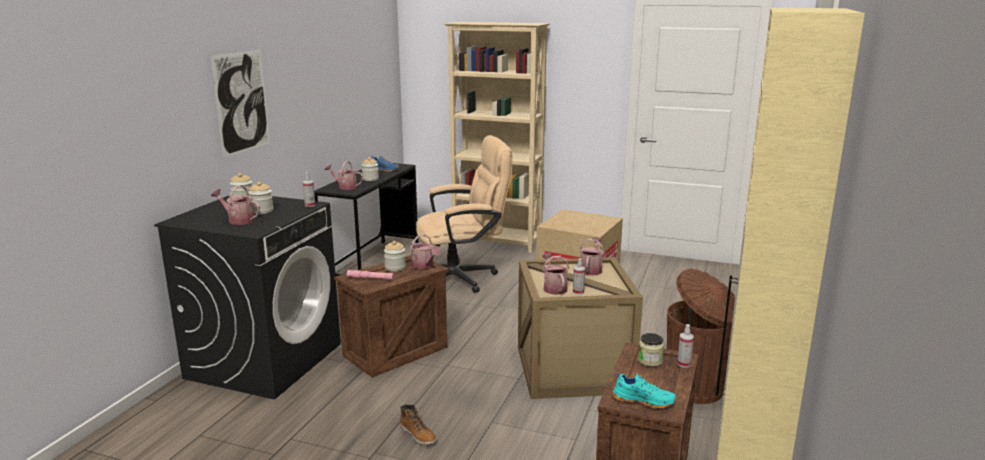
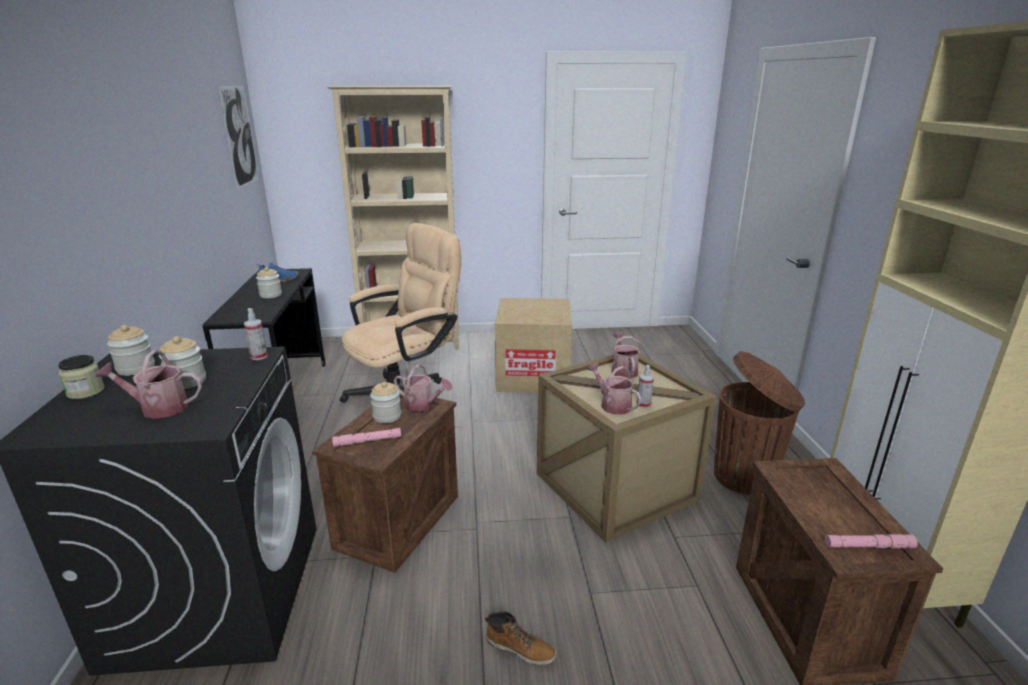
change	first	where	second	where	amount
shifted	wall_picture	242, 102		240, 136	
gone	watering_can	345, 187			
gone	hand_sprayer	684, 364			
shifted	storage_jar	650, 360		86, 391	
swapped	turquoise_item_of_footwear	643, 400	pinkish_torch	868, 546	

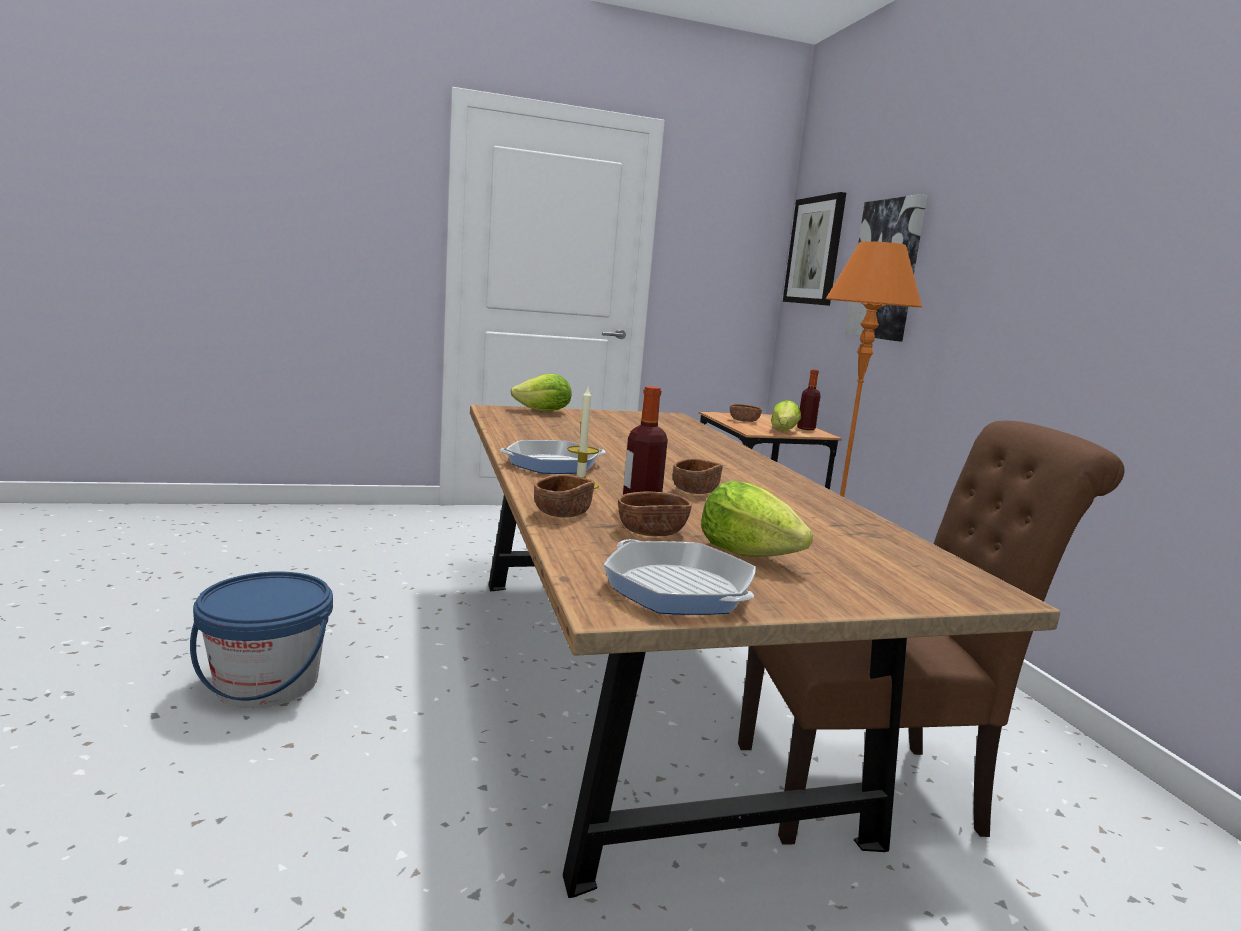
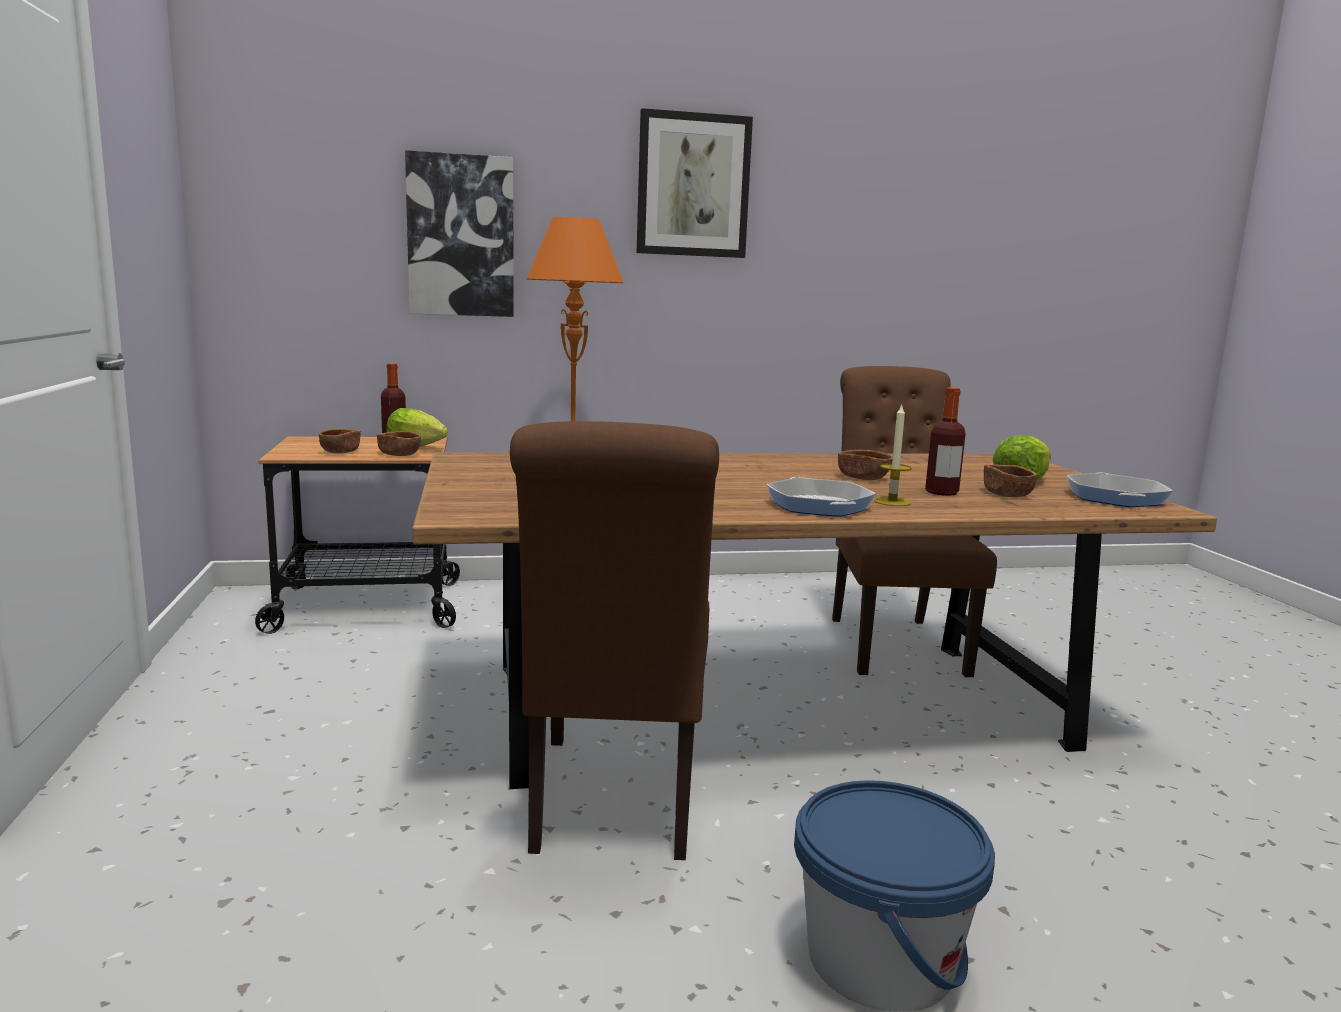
change	first	where	second	where	amount
shifted	wall_picture	815, 251		693, 185	
gone	lettuce_head	543, 411			
shifted	brown-coloured_bowl	562, 512		399, 454	
rotated	frying_pan	678, 589		1115, 498	135 degrees clockwise
new			brown-coloured_chair	613, 803	

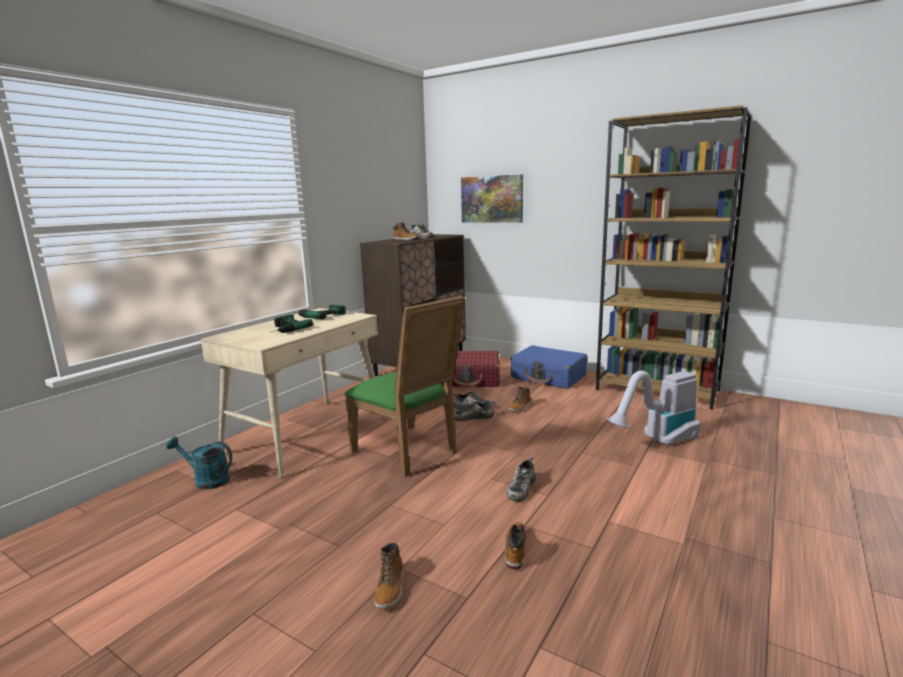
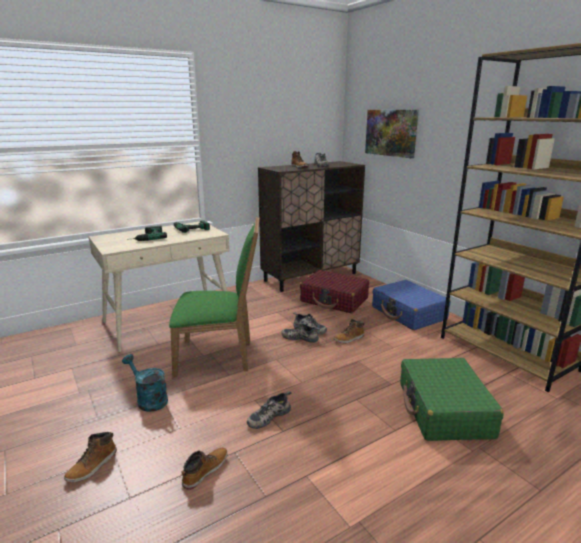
change	first	where	second	where	amount
rotated	green-coloured_chair	409, 452		219, 356	75 degrees counterclockwise
swapped	hoover	657, 441	green-coloured_piece_of_luggage	444, 410	
shifted	turquoise_watering_can	206, 480		149, 399	

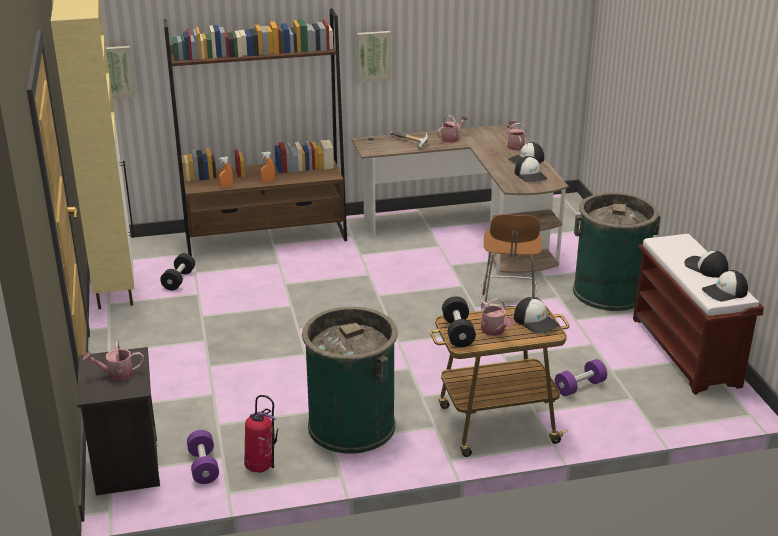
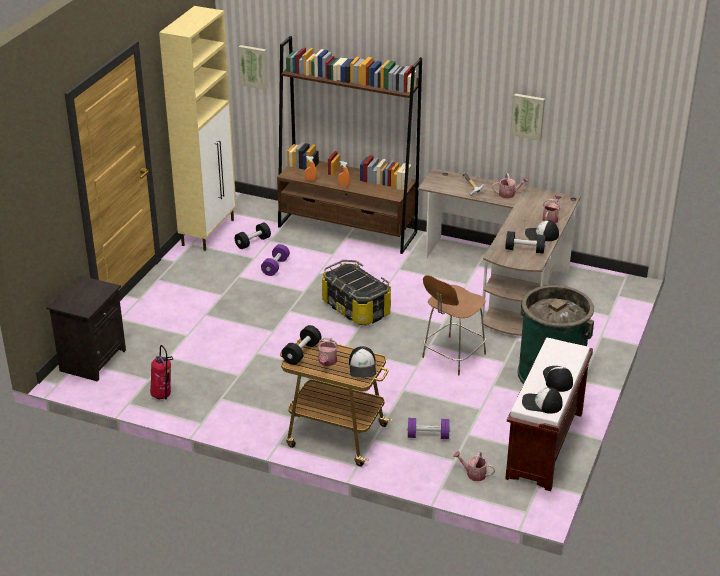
change	first	where	second	where	amount
shifted	wall_picture	373, 56		528, 116	
swapped	peaked_cap	530, 175	black-coloured_dumbbell	524, 250	
gone	green-coloured_rubbish_bin	351, 425			
shifted	watering_can	116, 374		473, 474	
shifted	purple-coloured_dumbbell	203, 466		275, 267	
new			storage_bin	356, 308	

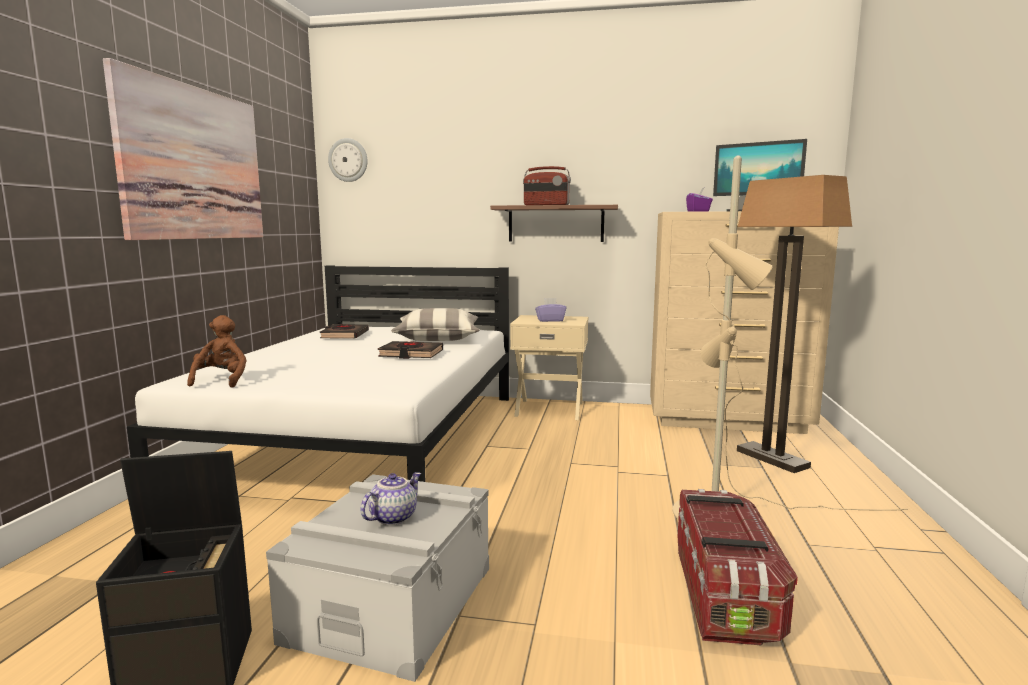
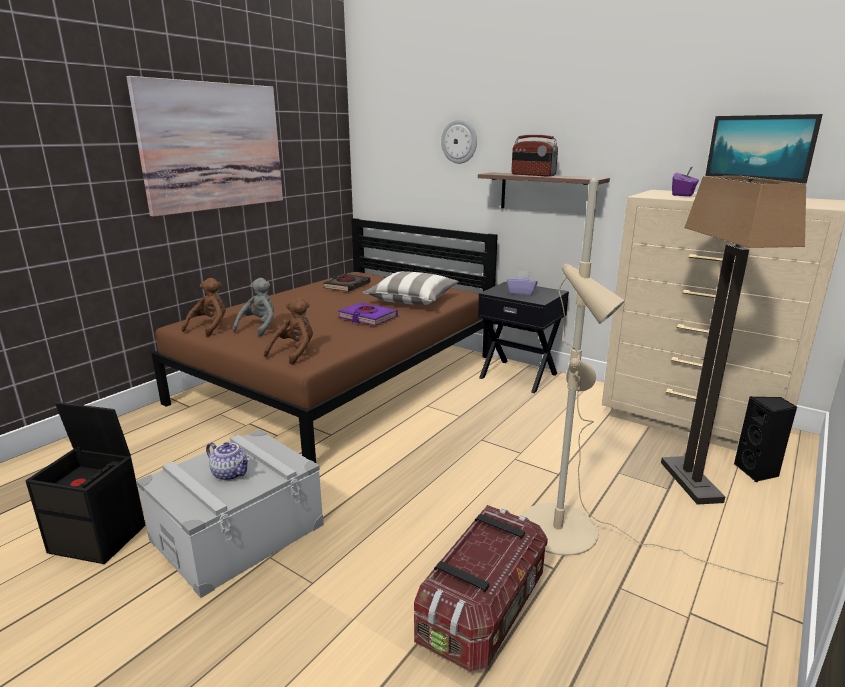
change	first	where	second	where	amount
shifted	clock_on_the_wall	348, 160		459, 141	
repainted	white_sleeping_bed	366, 438	brown-coloured_sleeping_bed	341, 379	
repainted	sand-coloured_night_table	549, 409	black-coloured_night_table	519, 375	
repainted	black-coloured_bound_book	411, 354	purple-coloured_bound_book	367, 318	
rotated	pot_for_tea	392, 517		231, 473	60 degrees clockwise
new			greyish_soft_toy	259, 327	
new			brown-coloured_soft_toy	294, 353	
new			black-coloured_loudspeaker	757, 472	

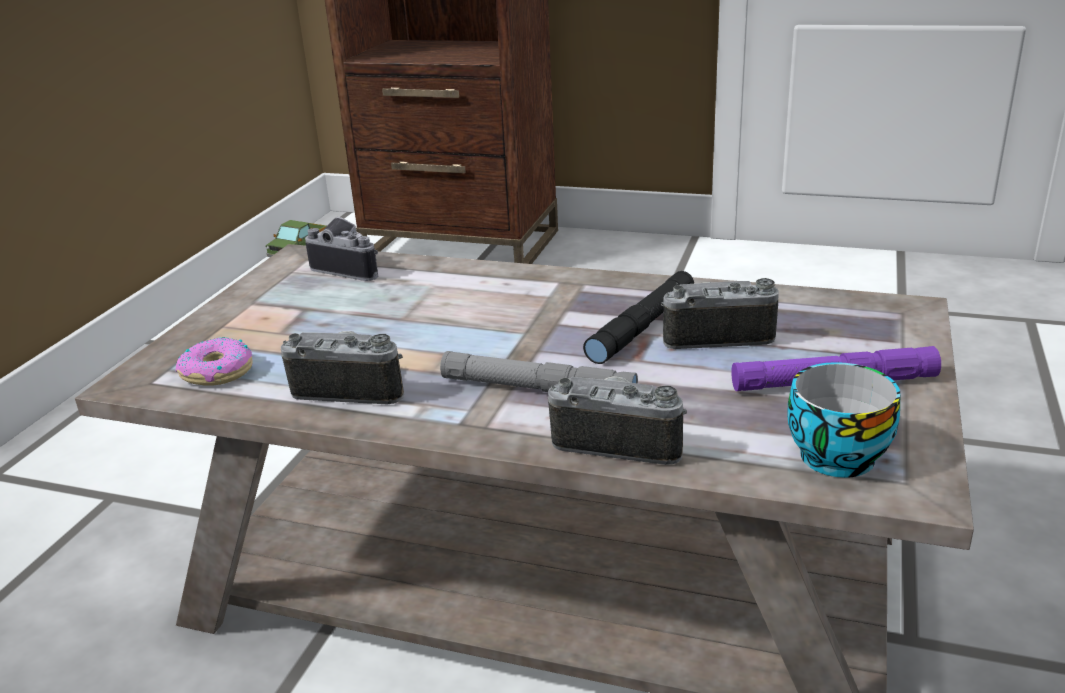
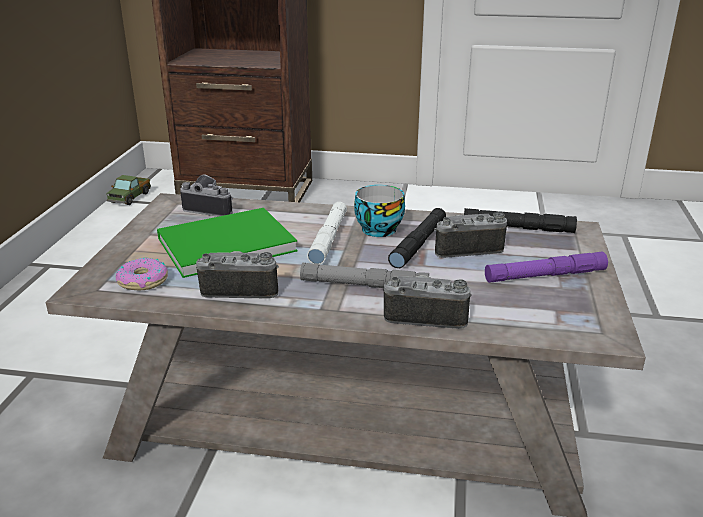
change	first	where	second	where	amount
shifted	small_cup	833, 453		377, 228	
new			white_torch	328, 238	
new			green-coloured_bound_book	222, 244	
new			black-coloured_torch	518, 227	

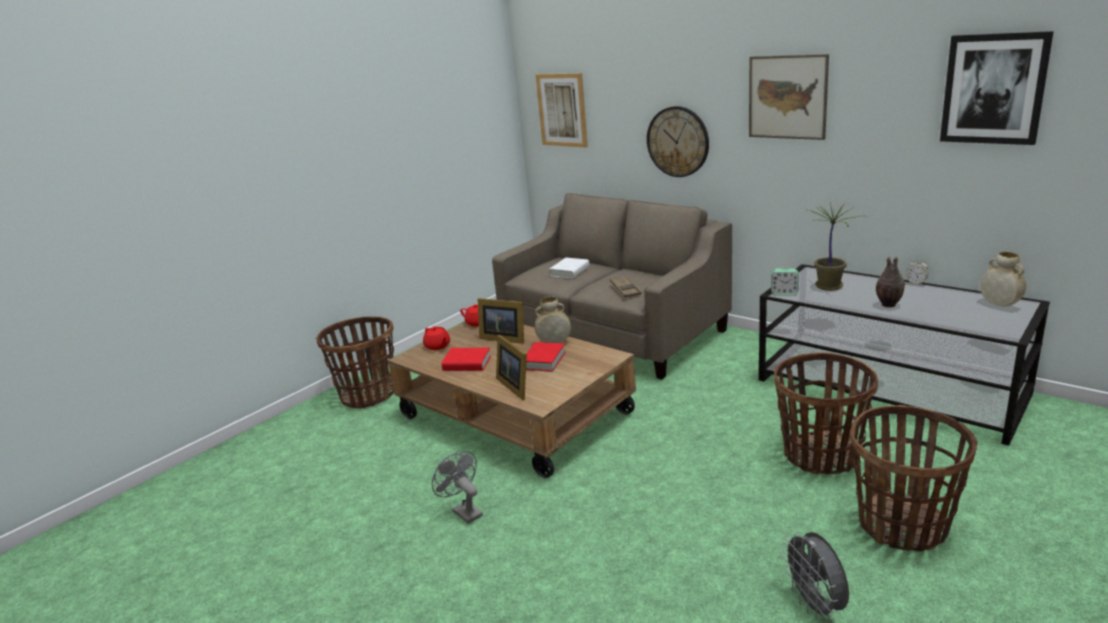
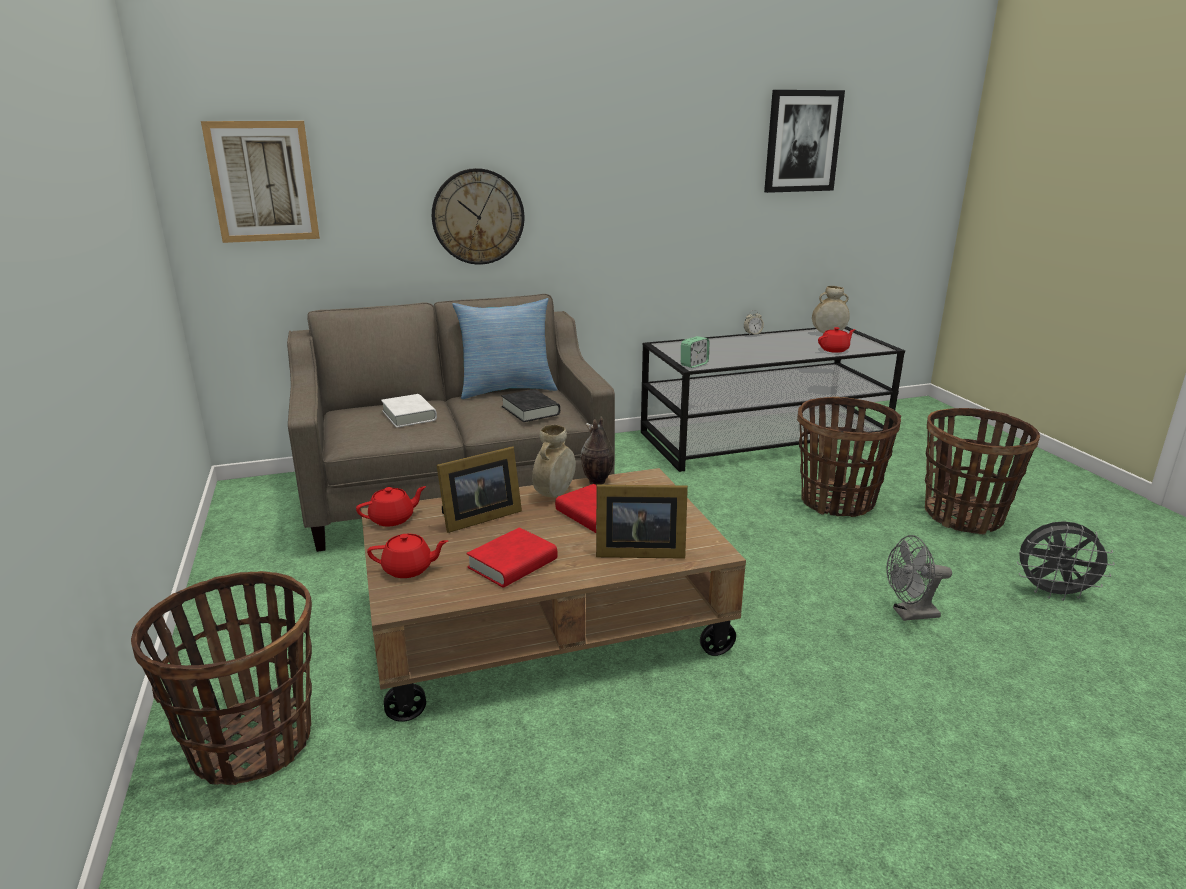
change	first	where	second	where	amount
gone	wall_picture	787, 97			
gone	plant_in_a_pot	830, 286			
shifted	flower_vase	887, 305		597, 481	
swapped	brown-coloured_carrying_tray	625, 289	black-coloured_bound_book	530, 410	
shifted	greyish_cooling_fan	463, 511		909, 614	
new			pillow	507, 389	
new			reddish_pot_for_tea	834, 350	

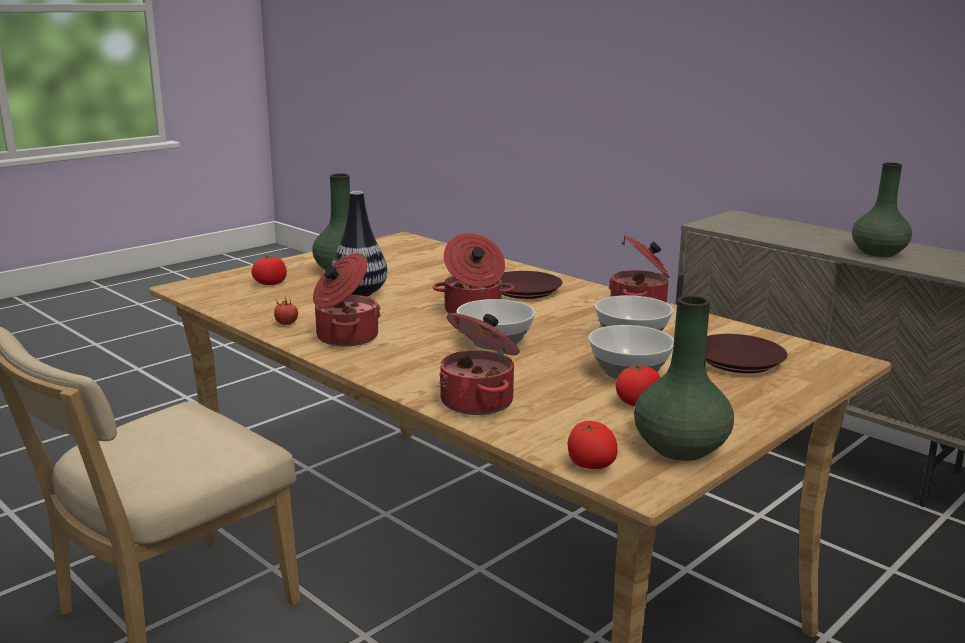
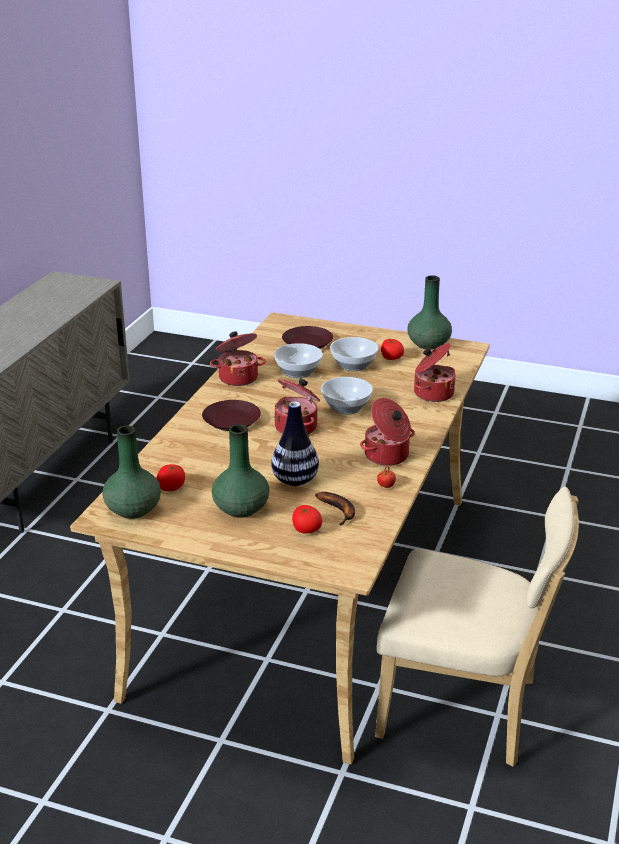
change	first	where	second	where	amount
shifted	green-coloured_flower_vase	879, 253		134, 509	
shifted	fresh_tomato	590, 465		171, 487	
new			whole_banana	340, 511	

